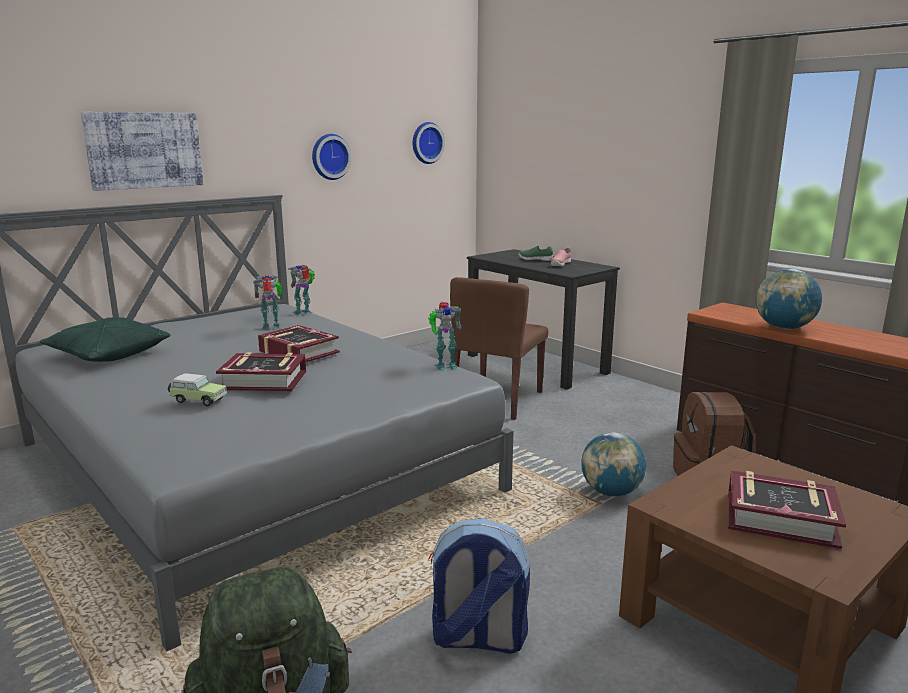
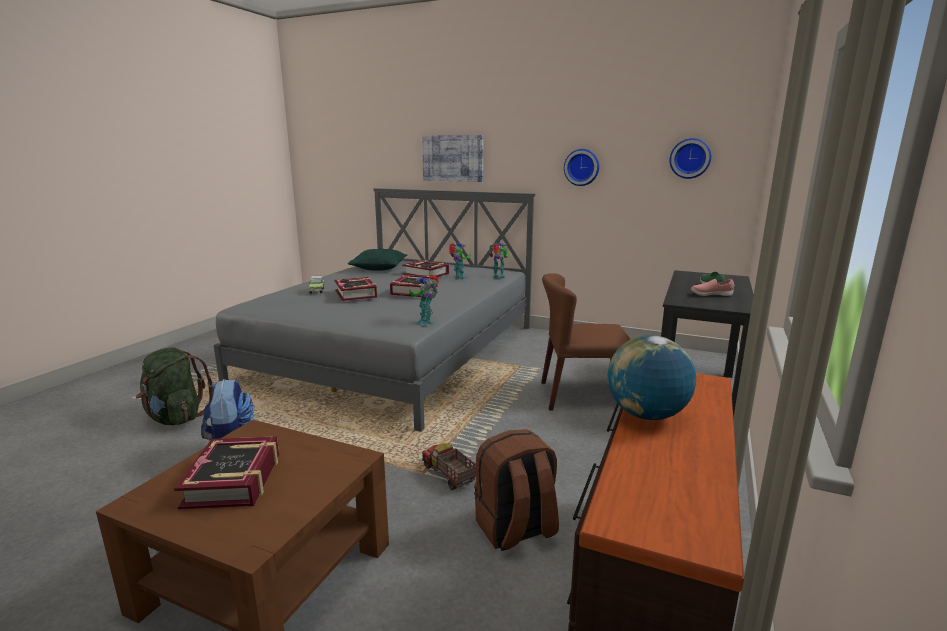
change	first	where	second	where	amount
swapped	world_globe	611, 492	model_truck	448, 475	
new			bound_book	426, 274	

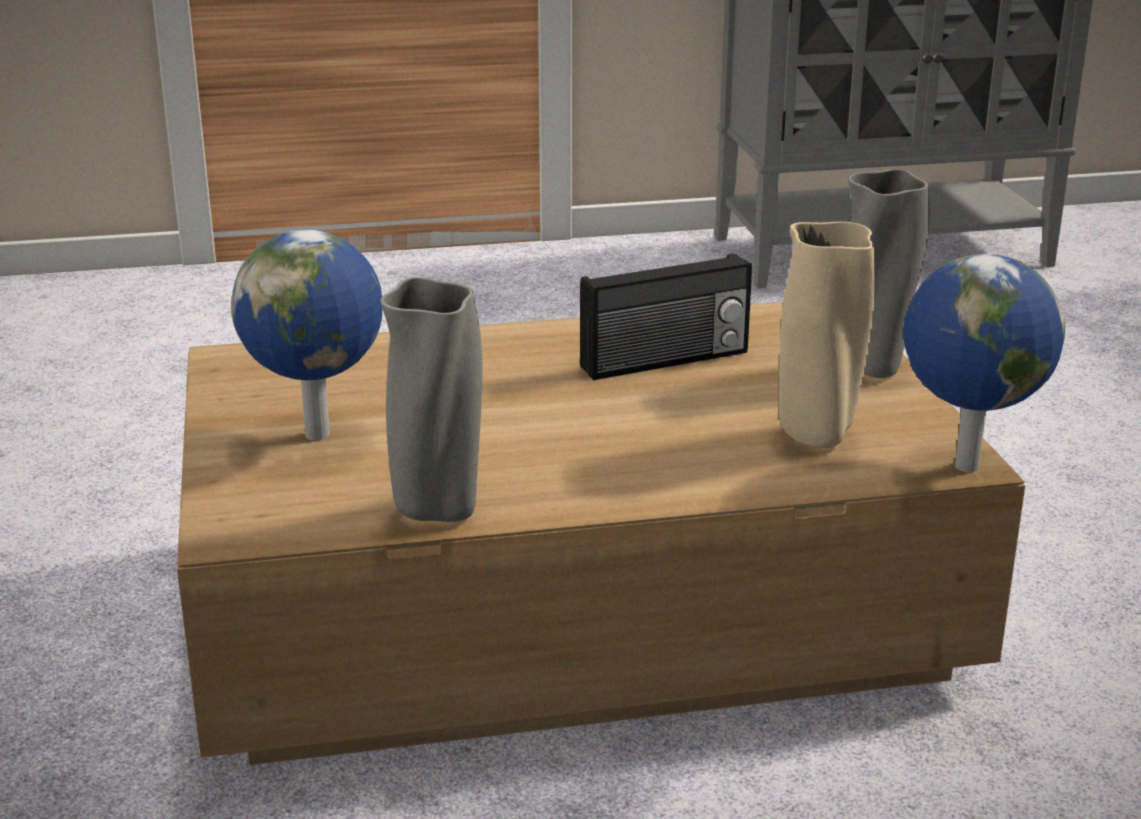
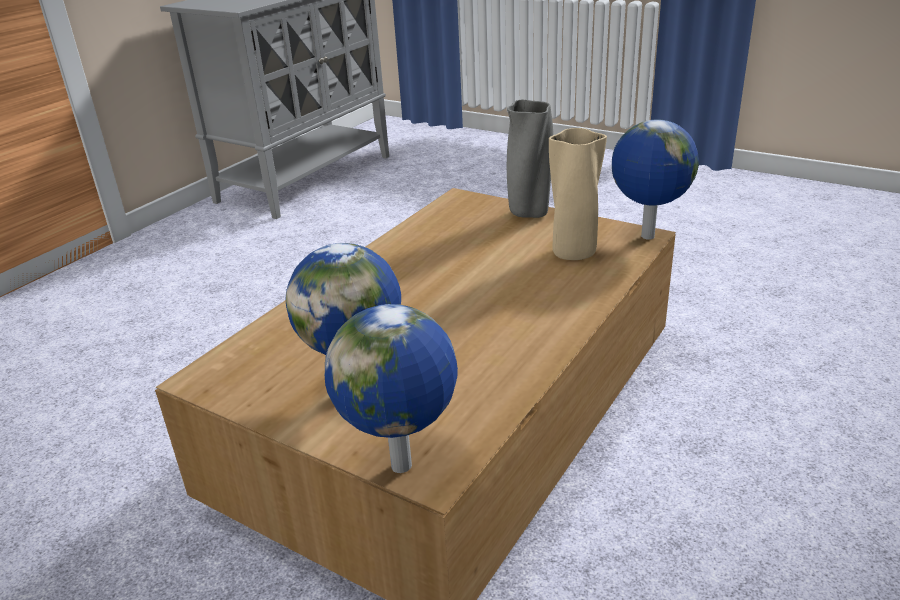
change	first	where	second	where	amount
gone	radio_set	666, 361			
gone	greyish_flower_vase	437, 510			
new			world_globe	404, 466	

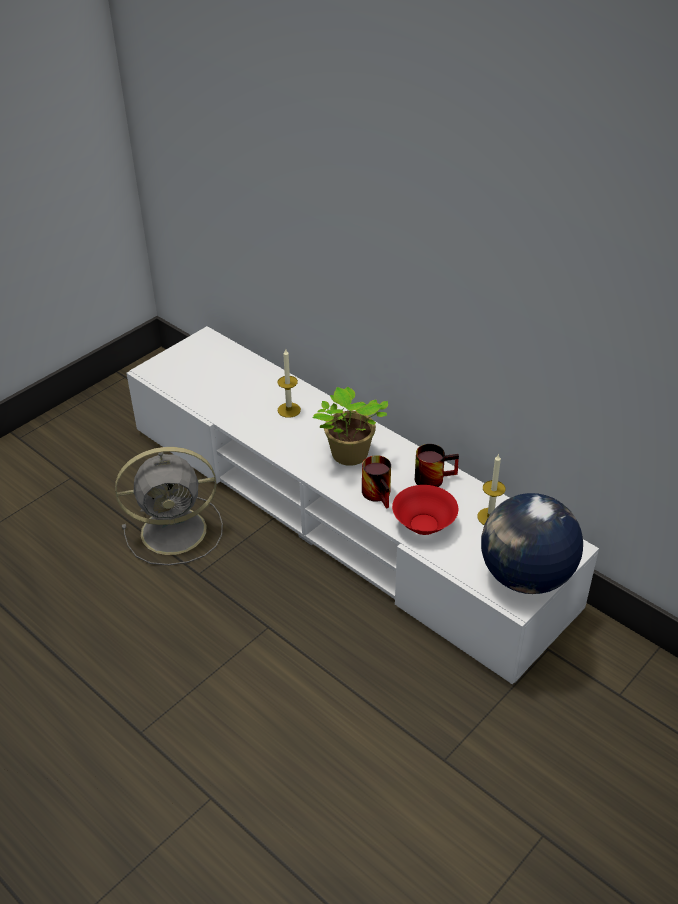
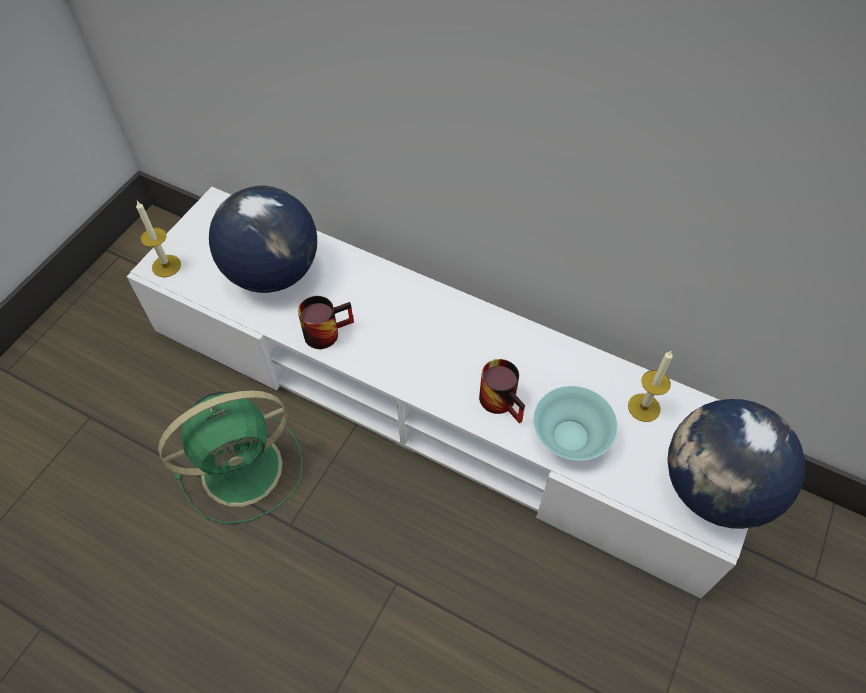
change	first	where	second	where	amount
shifted	wax_light	289, 410		166, 266	
gone	plant_in_a_pot	348, 456			
shifted	tea_mug	433, 477		326, 330	
repainted	greyish_cooling_fan	177, 530	green-coloured_cooling_fan	245, 467	
repainted	reddish_bowl	423, 525	turquoise_bowl	570, 437	
new			world_globe	272, 272	

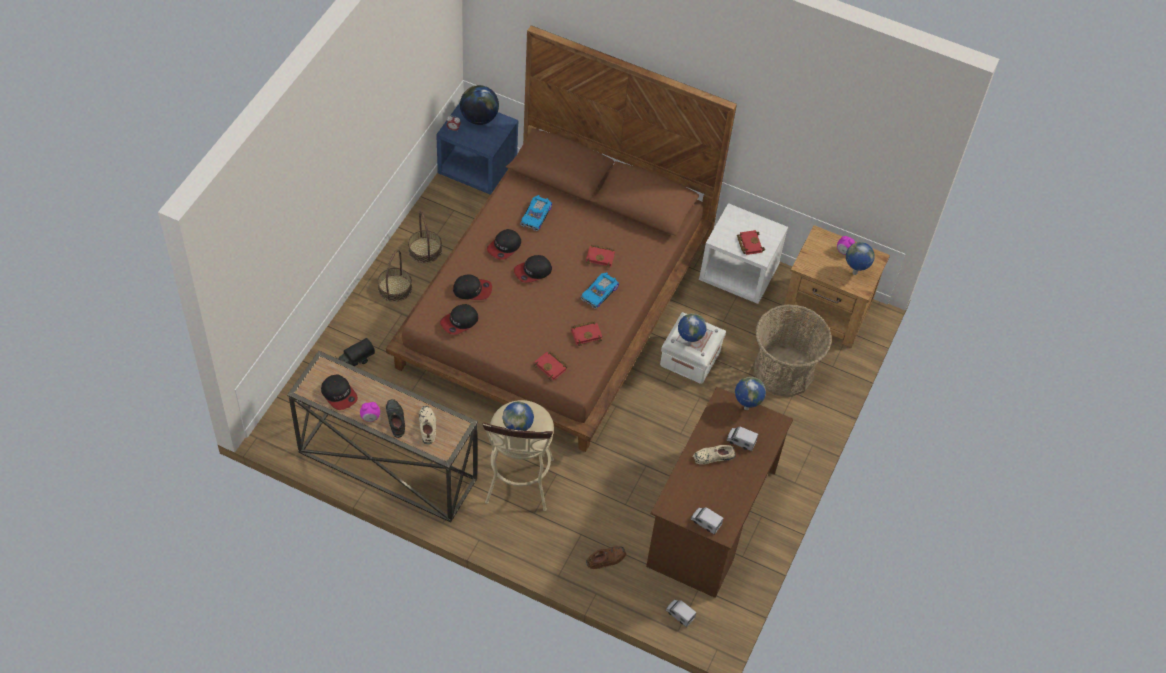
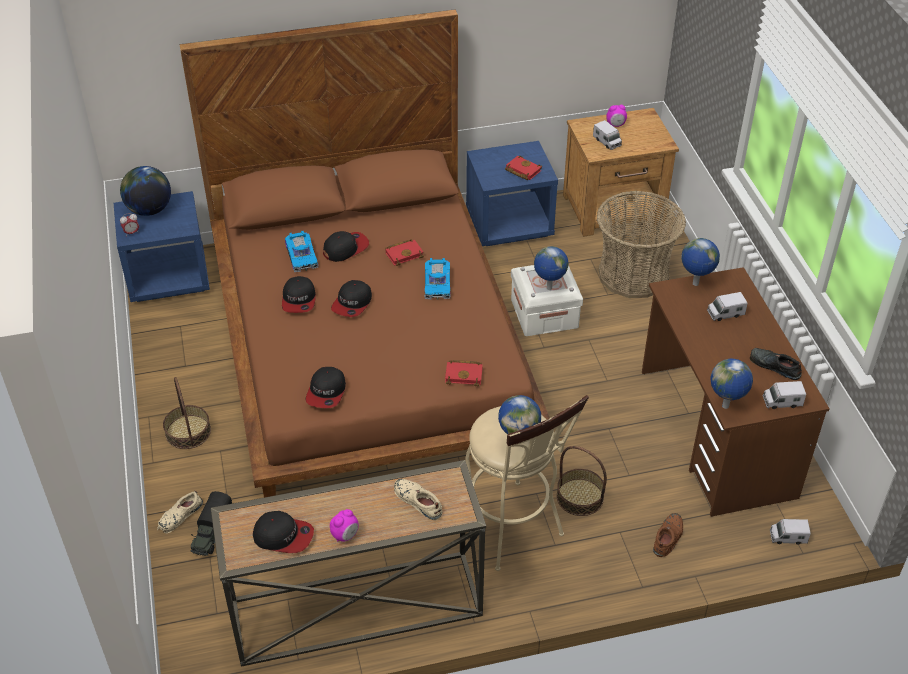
change	first	where	second	where	amount
repainted	white_night_table	739, 274	bluish_night_table	509, 223	
shifted	basket	425, 250		580, 497	
shifted	world_globe	854, 273		726, 406	
shifted	peaked_cap	472, 290		345, 248	
gone	reddish_bound_book	586, 334			
shifted	black-coloured_item_of_footwear	395, 419		774, 366	
shifted	sand-coloured_item_of_footwear	713, 457		180, 516	
new			model_truck	607, 142	

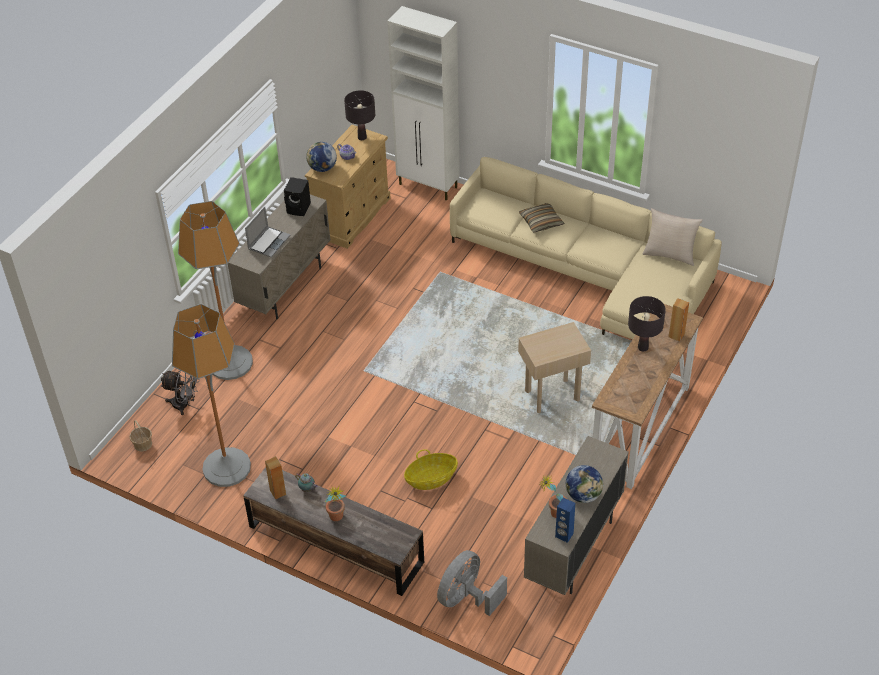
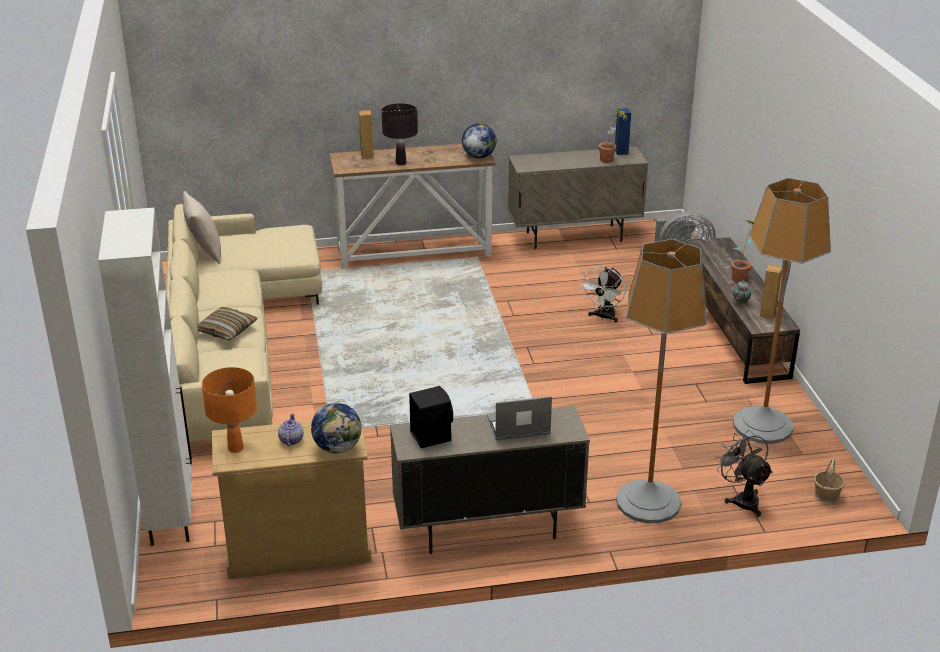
change	first	where	second	where	amount
repainted	black-coloured_lamp_for_a_table	362, 137	orangey_lamp_for_a_table	236, 448	
gone	sand-coloured_accent_table	551, 395			
swapped	basket	431, 479	white_cooling_fan	603, 317	
shifted	world_globe	583, 495		478, 156	

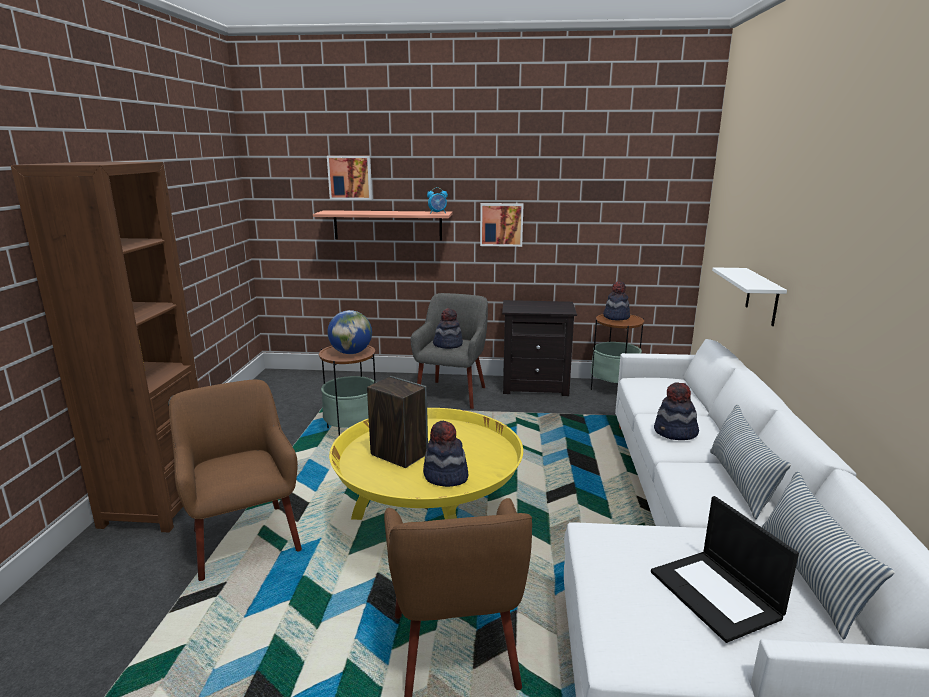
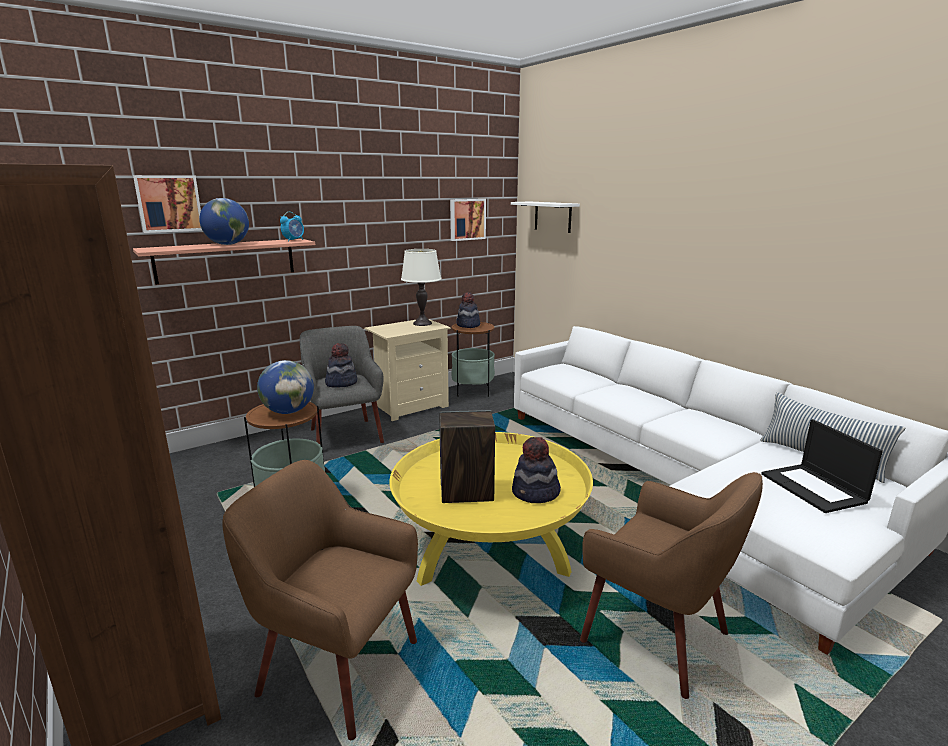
change	first	where	second	where	amount
shifted	wall_picture	501, 224		467, 219	
shifted	white_wall_shelf	762, 297		552, 216	
repainted	black-coloured_night_table	535, 386	sand-coloured_night_table	410, 406	
gone	hat	675, 433			
gone	pillow	740, 482			
rotated	portable_computer	716, 595		814, 488	45 degrees clockwise
new			world_globe	227, 244	
new			white_lamp_for_a_table	422, 323	

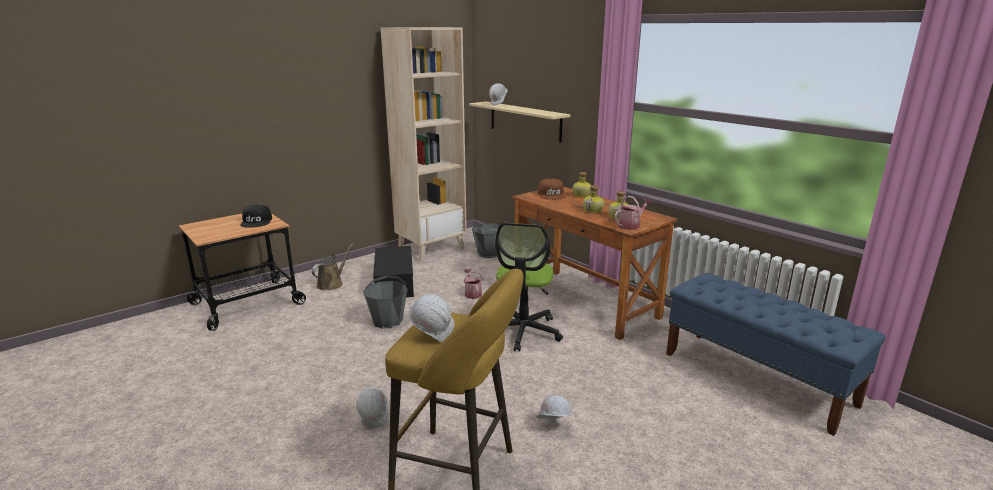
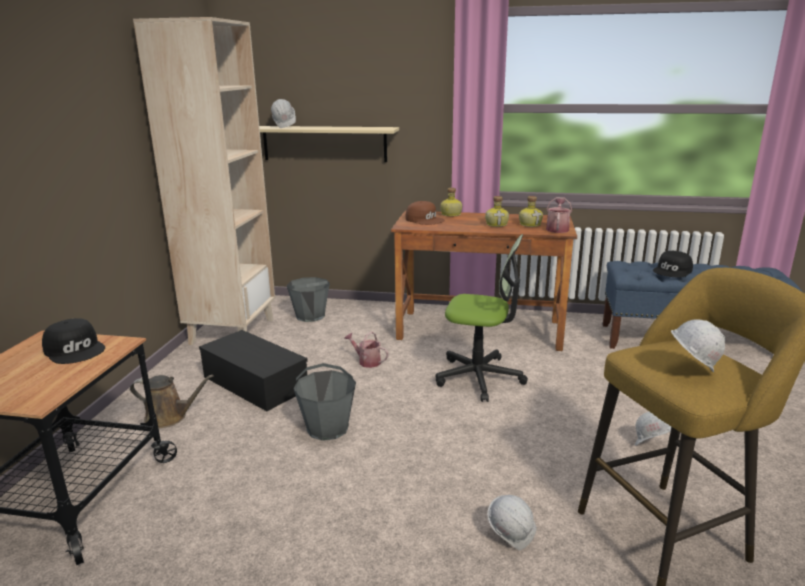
change	first	where	second	where	amount
rotated	office_chair	523, 331		479, 377	45 degrees counterclockwise
rotated	brown-coloured_watering_can	332, 284		170, 417	105 degrees clockwise
new			black-coloured_peaked_cap	673, 271	

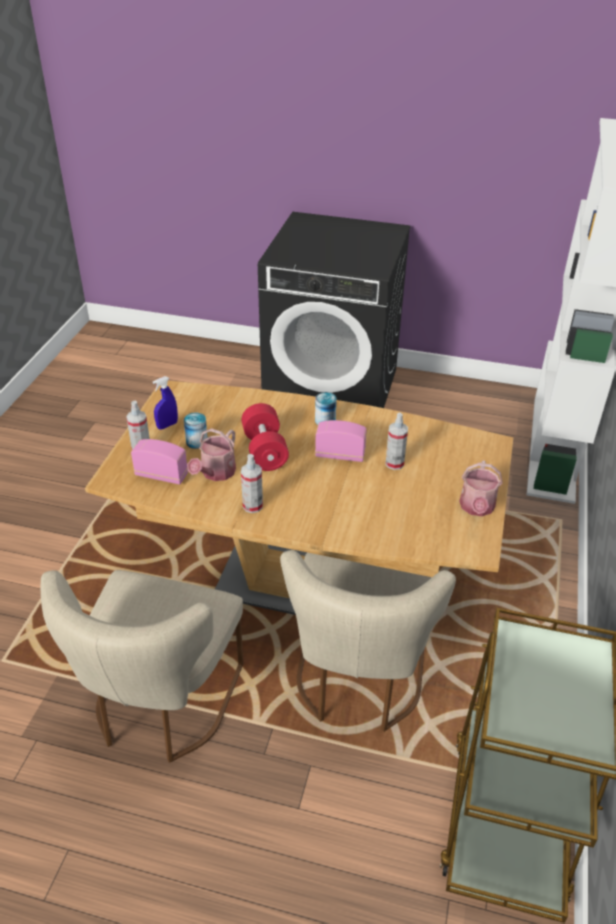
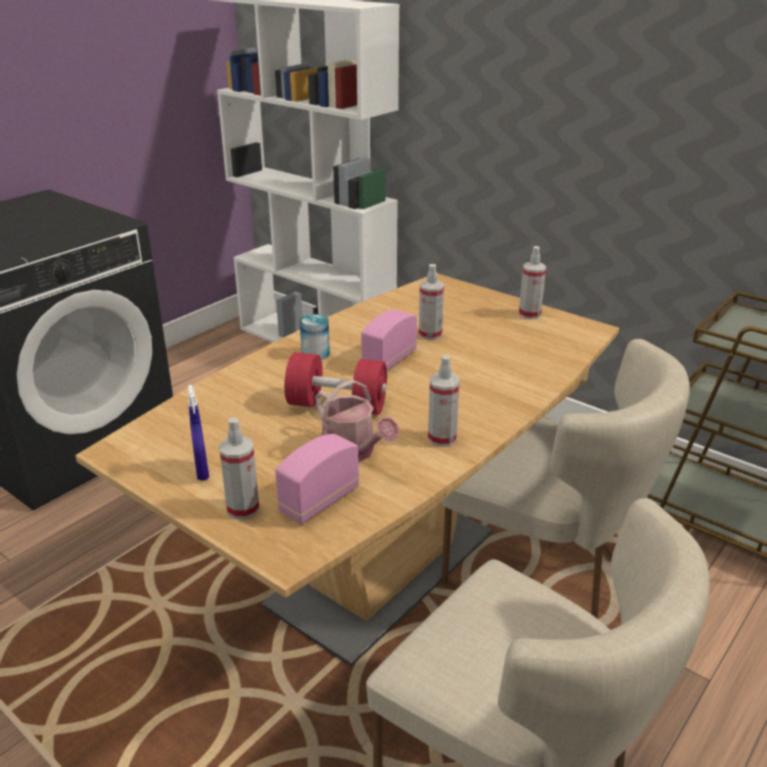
change	first	where	second	where	amount
gone	metal_can	197, 442			
swapped	watering_can	476, 508	hand_sprayer	529, 314	

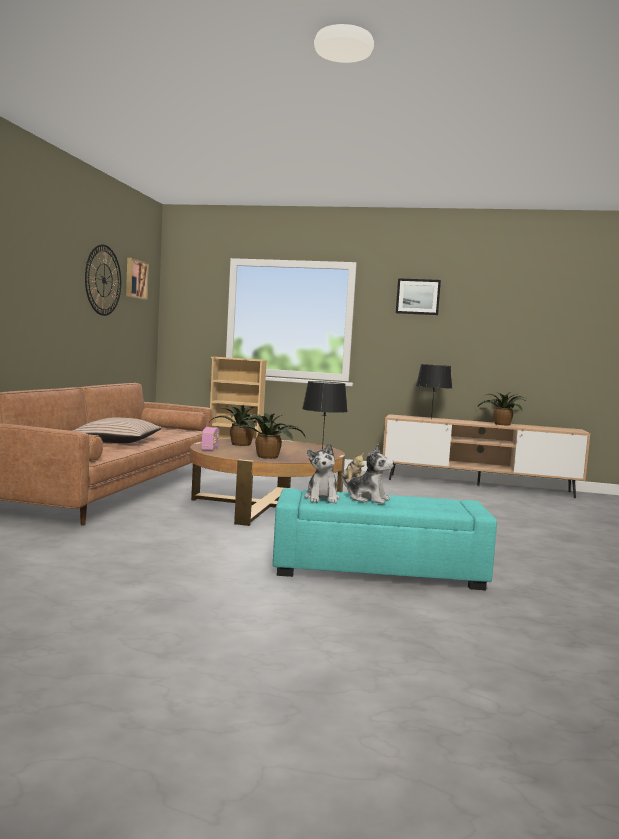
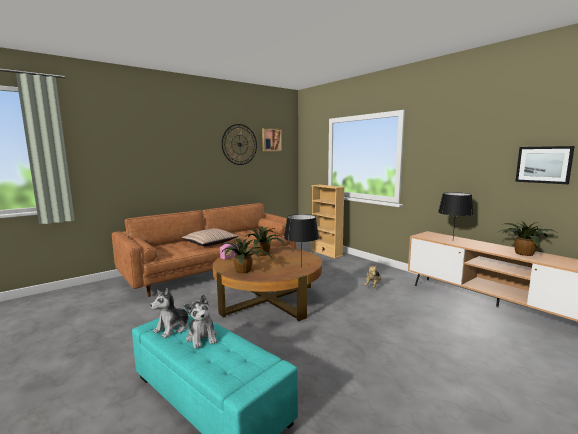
change	first	where	second	where	amount
shifted	wall_picture	418, 296		543, 164	

